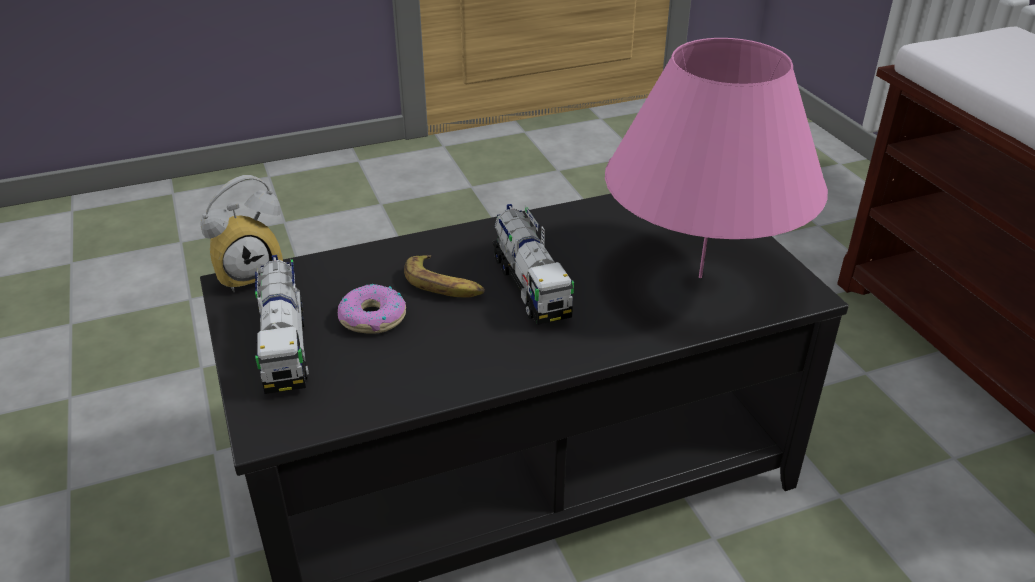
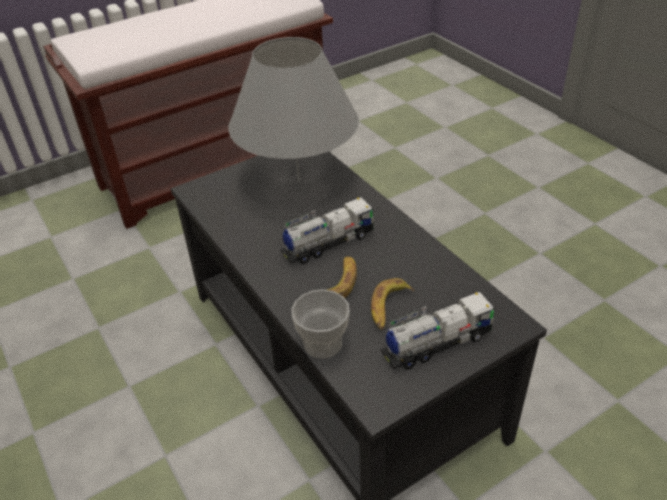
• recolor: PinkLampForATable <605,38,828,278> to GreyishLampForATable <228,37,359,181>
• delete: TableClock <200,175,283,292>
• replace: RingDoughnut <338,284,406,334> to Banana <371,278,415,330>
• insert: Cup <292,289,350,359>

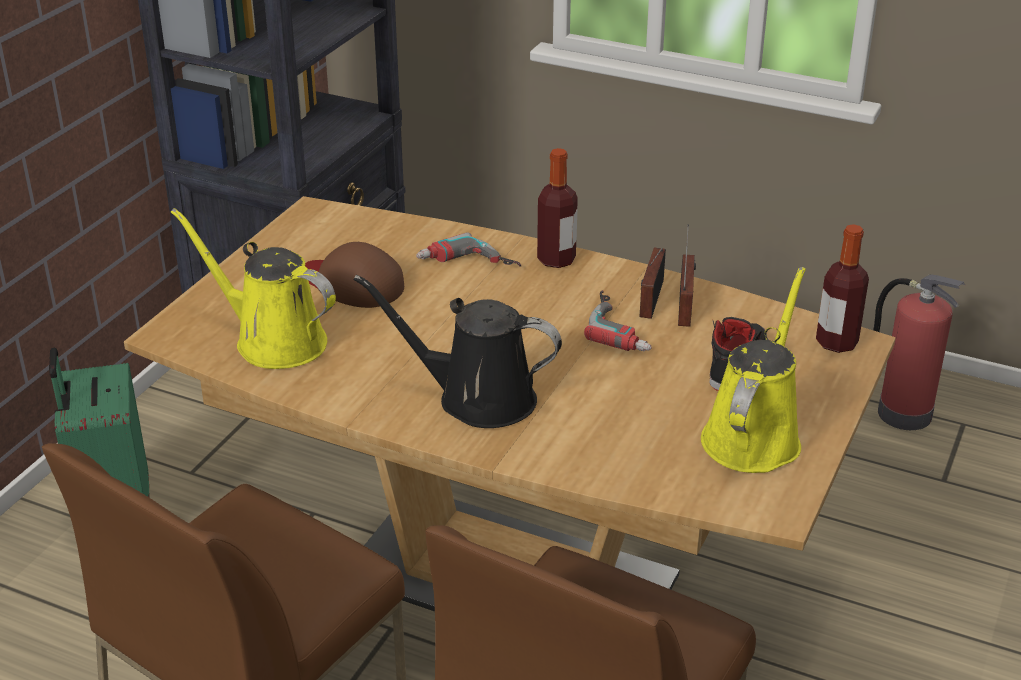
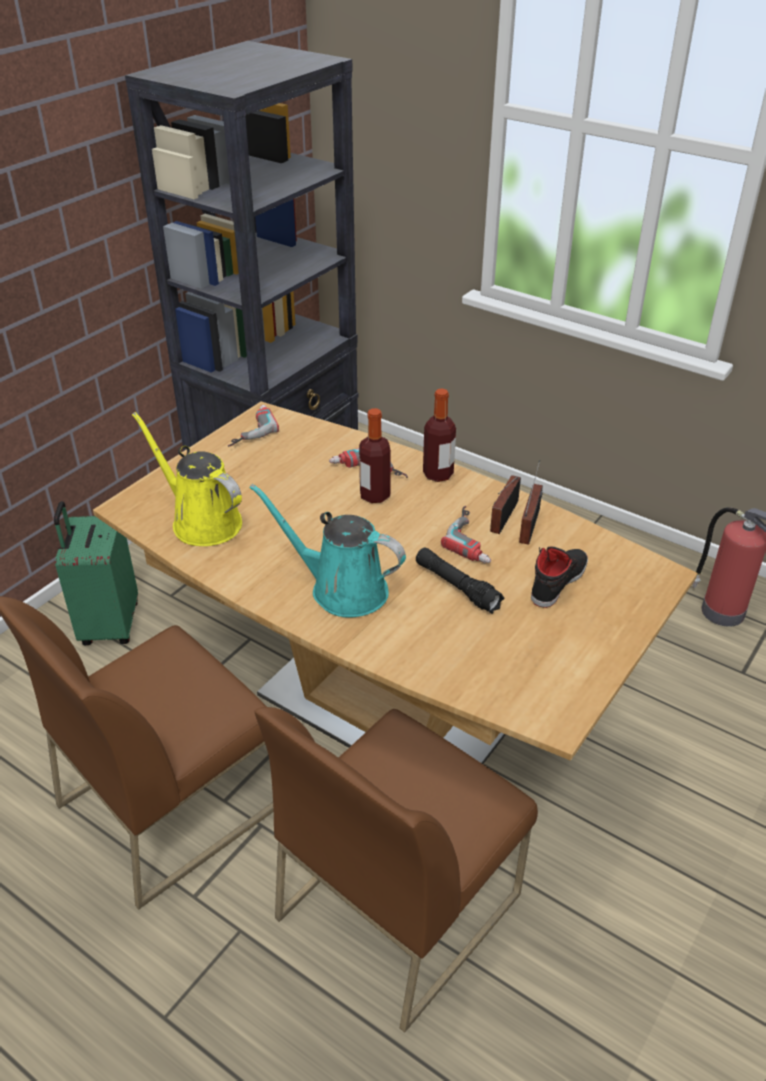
• move: BeverageBottle <816,224,869,353> to <359,408,391,503>
• delete: BrownColouredCap <305,242,404,308>
• delete: YellowColouredWateringCan <701,267,806,473>
• recolor: BlackColouredWateringCan <353,274,562,428> to TurquoiseWateringCan <250,484,406,617>
• insert: PowerDrill <228,405,279,447>
• insert: BlackColouredTorch <416,548,504,614>

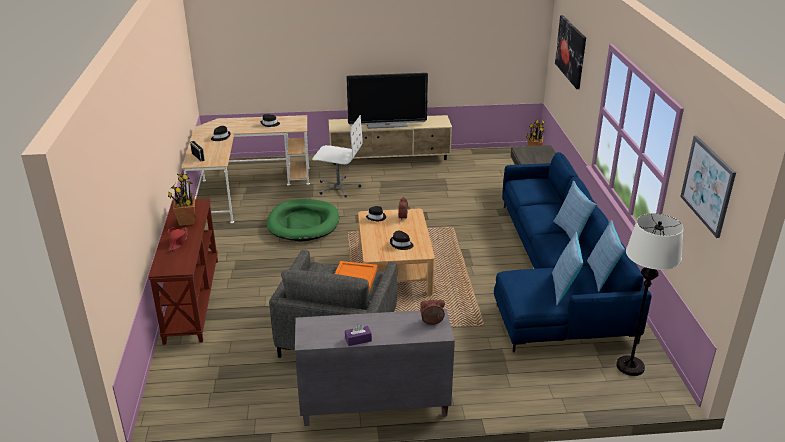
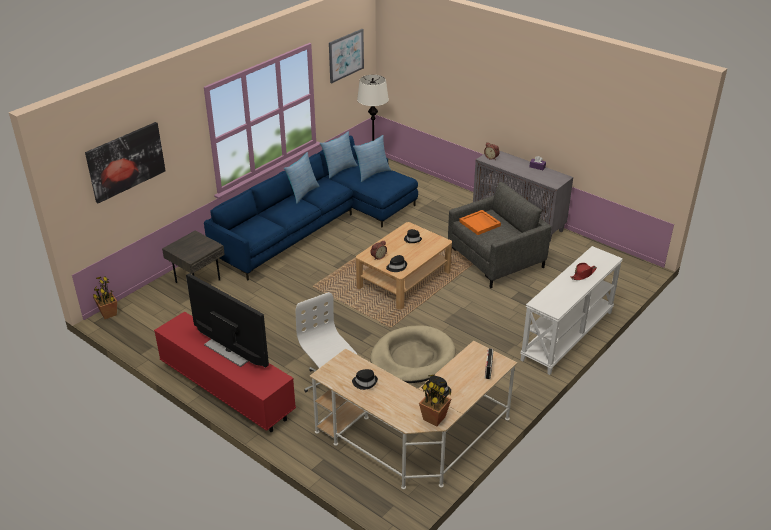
• recolor: SandColouredMediaConsole <329,115,452,165> to RedMediaConsole <154,311,296,432>
• move: Houseplant <168,174,195,226> to <419,374,451,427>
• recolor: BrownColouredNarrowTable <148,199,218,345> to WhitishNarrowTable <520,246,623,375>
• recolor: GreenColouredDogBed <266,199,339,242> to SandColouredDogBed <370,325,456,383>

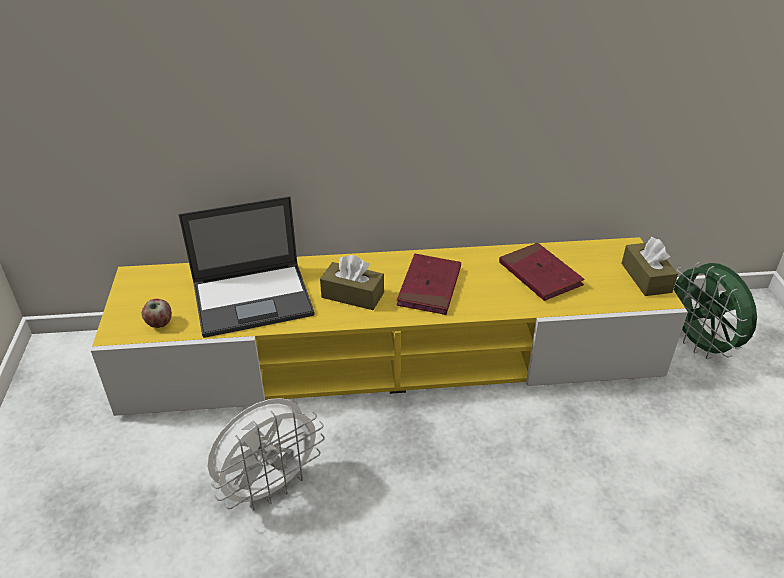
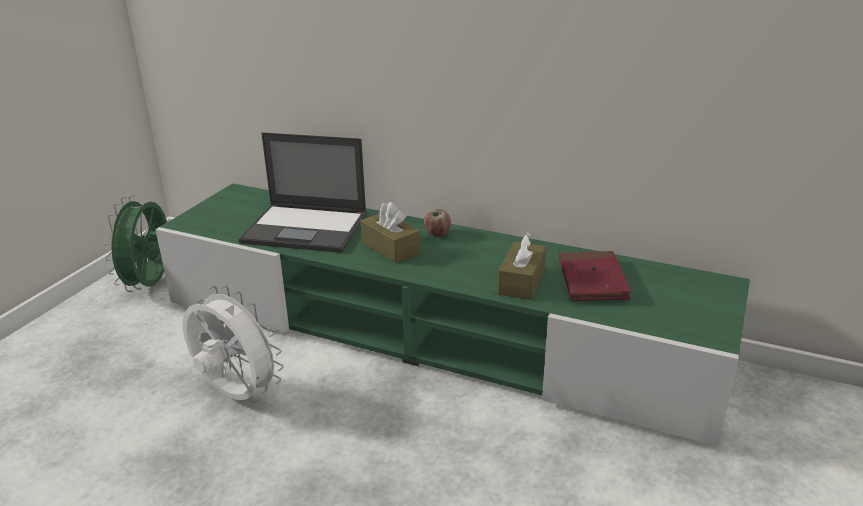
• recolor: YellowColouredMediaConsole <91,237,688,416> to GreenColouredMediaConsole <155,183,750,447>
• move: BrownColouredBoxOfTissues <621,237,678,296> to <498,233,546,300>
• delete: RedBoundBook <396,254,461,315>
• move: GreenColouredElectricFan <674,262,757,359> to <103,195,167,292>
• move: WholeApple <142,299,172,328> to <424,209,451,237>
• rotate: WhitishElectricFan <207,398,325,510> = <183,286,284,400> 135 degrees counterclockwise

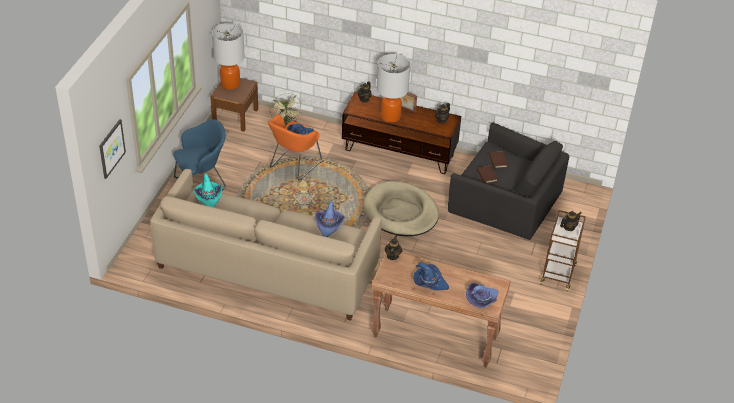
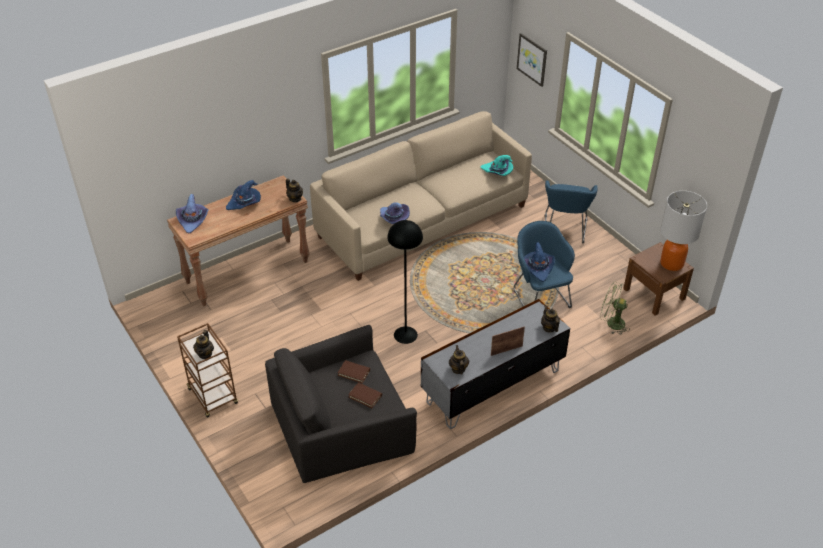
• delete: LampForATable <376,54,411,123>
• recolor: BrownColouredMediaConsole <342,92,461,174> to GreyishMediaConsole <421,299,570,429>
• recolor: OrangeyEasyChair <268,114,322,181> to BlueEasyChair <514,221,575,308>
• replace: SandColouredDogBed <363,181,439,236> to BlackColouredFloorLamp <387,220,423,344>

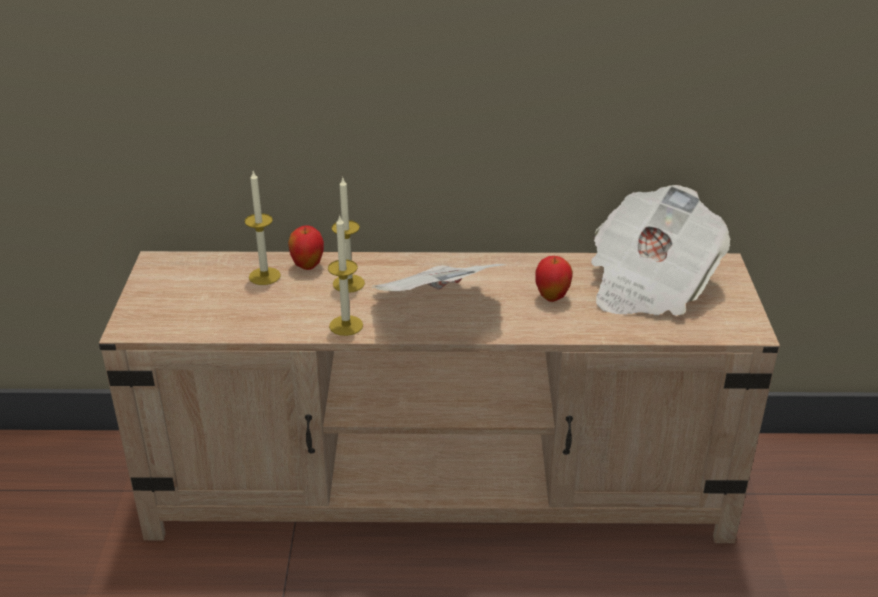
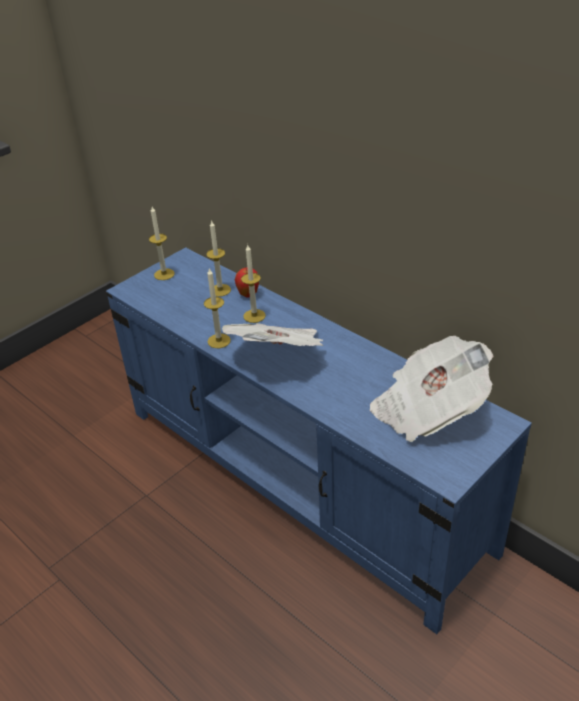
• recolor: SandColouredMediaConsole <99,251,780,543> to BlueMediaConsole <106,247,532,634>
• delete: WholeApple <535,256,573,302>
• insert: Candle <149,207,175,280>

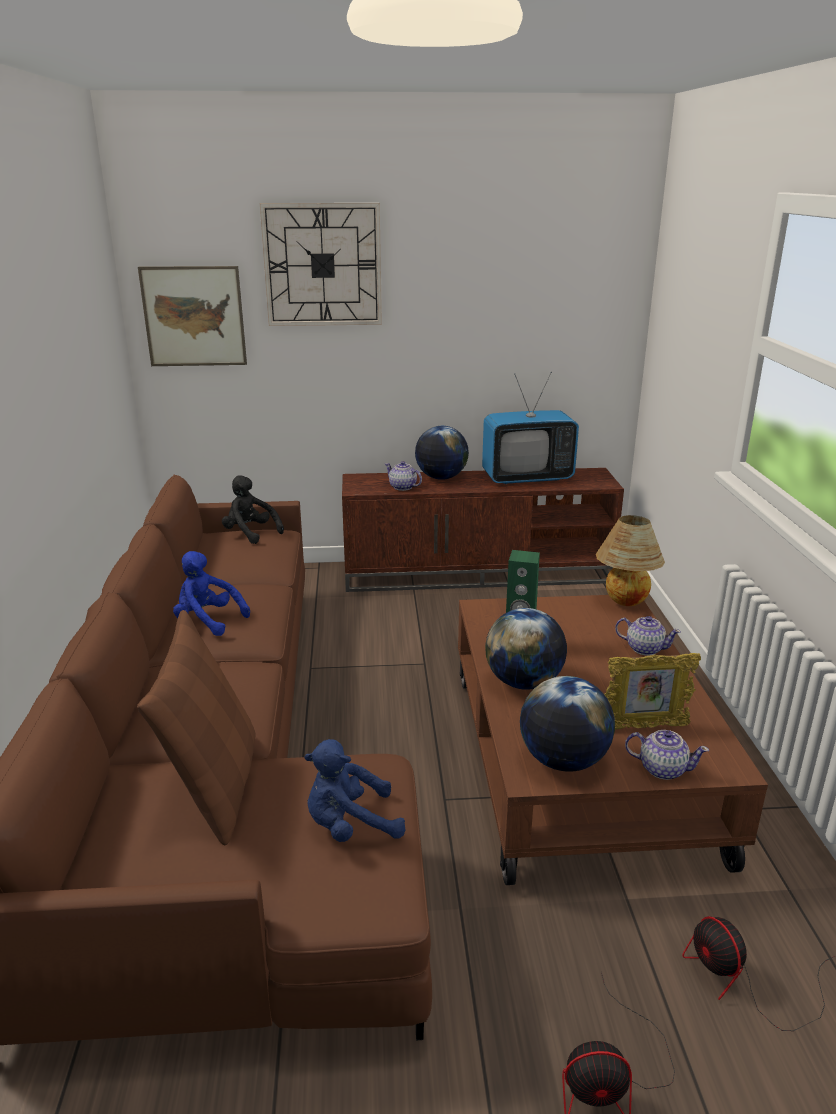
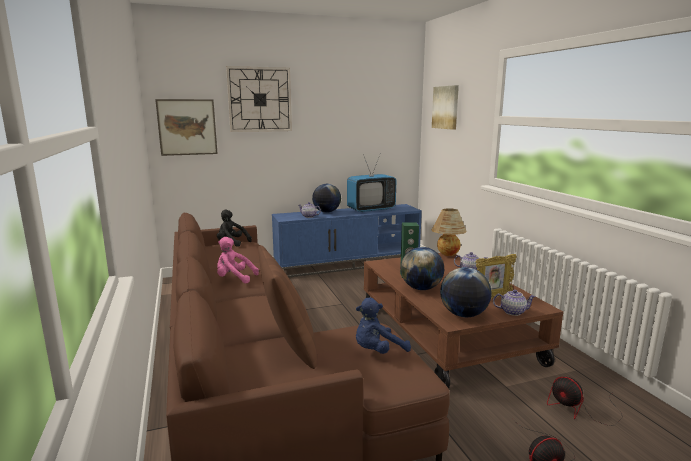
• recolor: BrownColouredMediaConsole <342,468,624,592> to BlueMediaConsole <272,204,422,278>
• recolor: BlueSoftToy <173,551,250,636> to PinkSoftToy <217,237,259,283>
• insert: WallPicture <432,85,459,130>

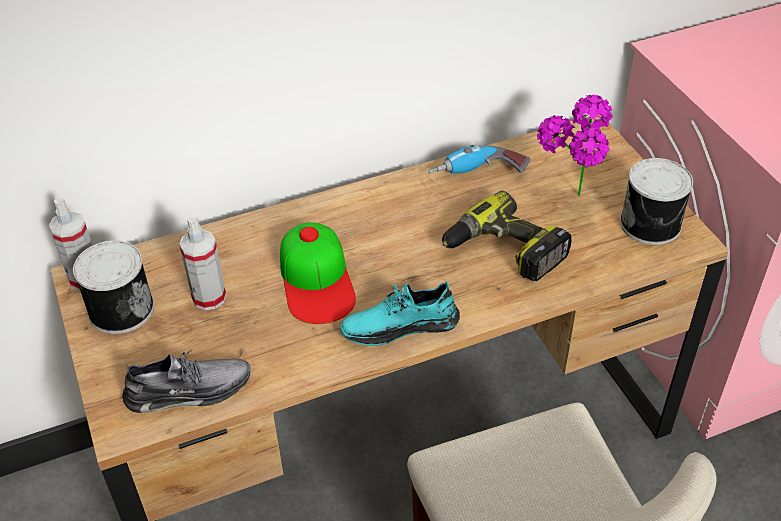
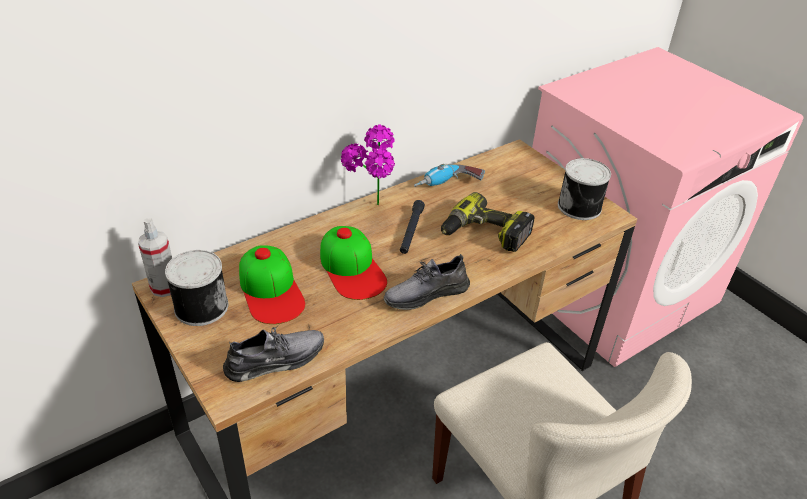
• move: Houseplant <537,95,613,196> to <341,125,395,205>
• replace: HandSprayer <179,216,226,310> to Cap <239,245,305,324>
• recolor: TurquoiseItemOfFootwear <340,281,460,346> to GreyishItemOfFootwear <384,254,470,310>
• insert: BlackColouredTorch <400,200,425,254>

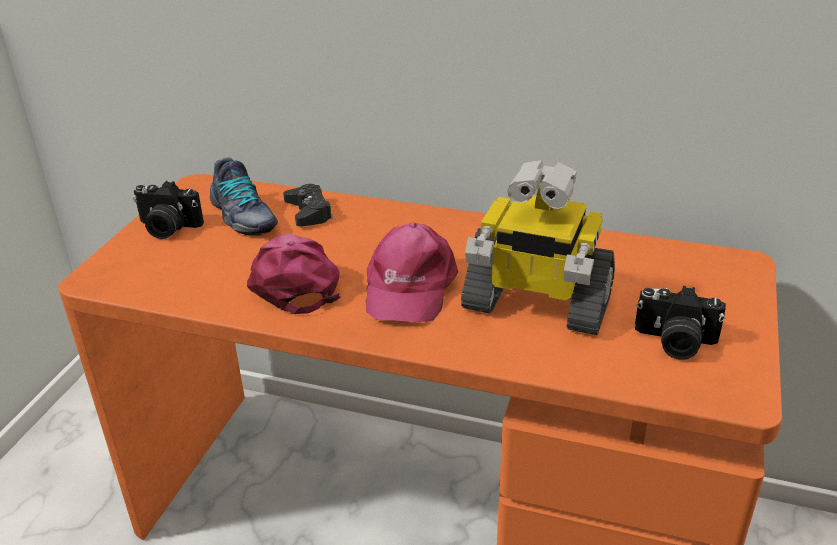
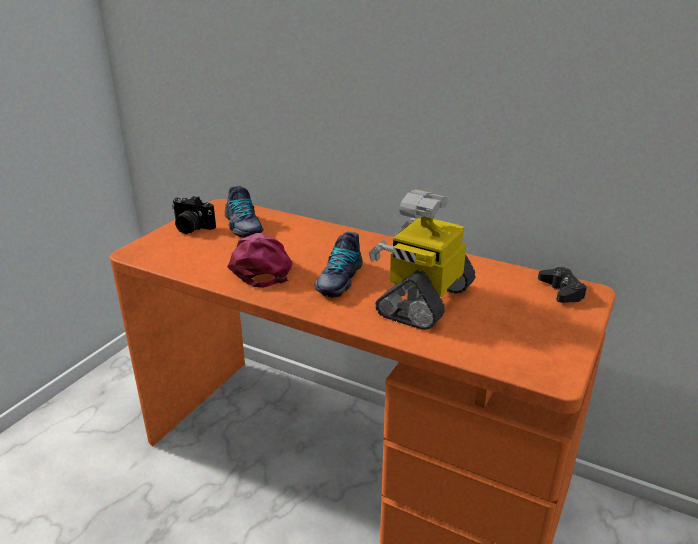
• rotate: ModelRobot <461,160,615,335> = <369,190,476,330> 90 degrees clockwise
• move: BlackColouredGameController <283,184,333,227> to <538,267,587,303>
• replace: PinkCap <366,223,458,322> to ItemOfFootwear <314,232,363,298>
• delete: PhotoCamera <635,286,726,360>

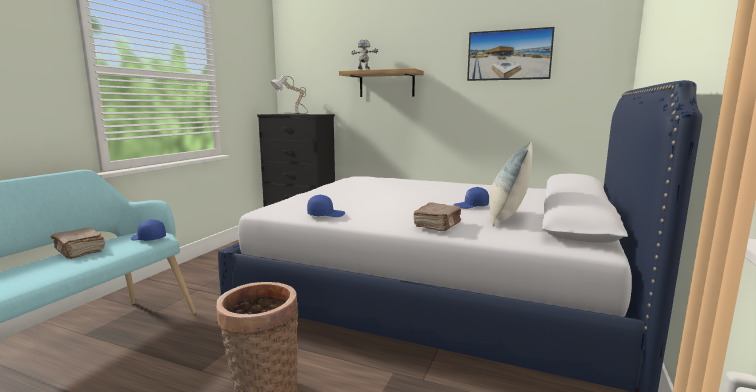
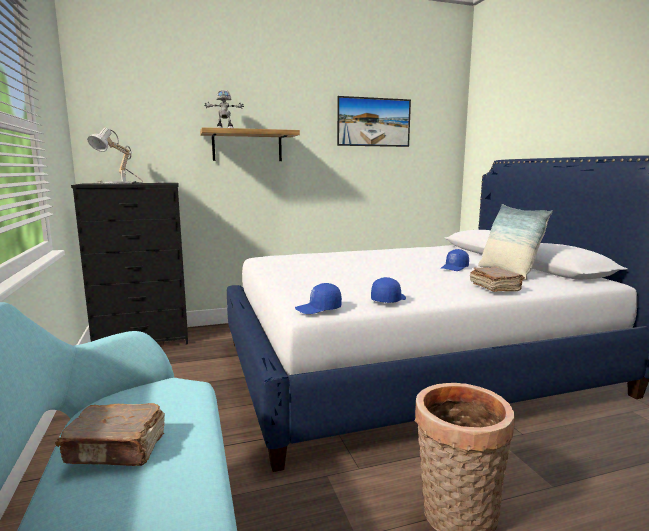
• move: BlueCap <131,219,166,241> to <295,283,342,314>

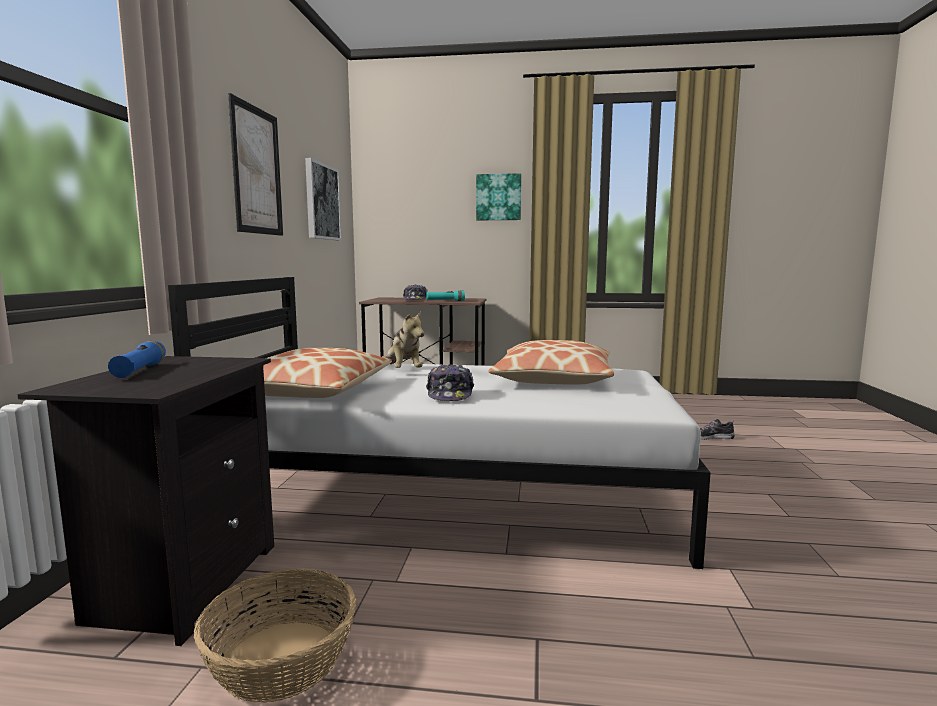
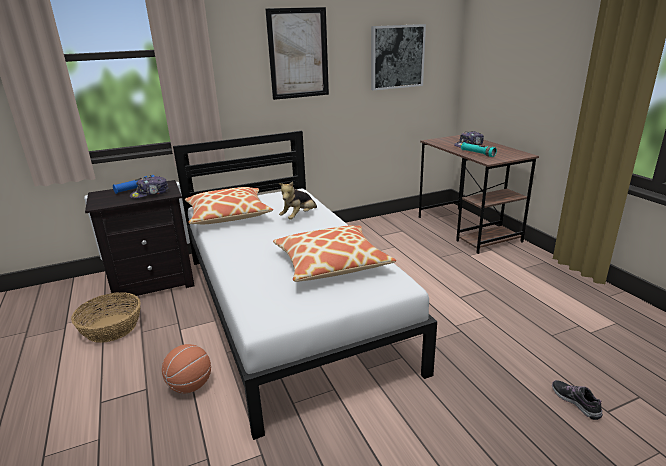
• delete: WallPicture <476,173,521,220>
• move: Cap <426,364,474,401> to <130,176,169,199>
• insert: BasketballBall <162,344,211,393>

